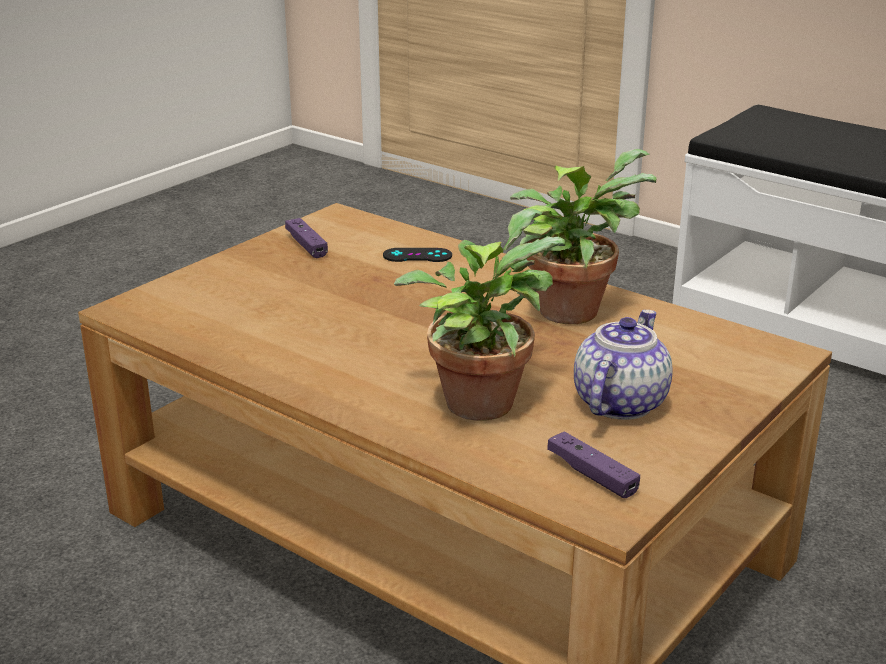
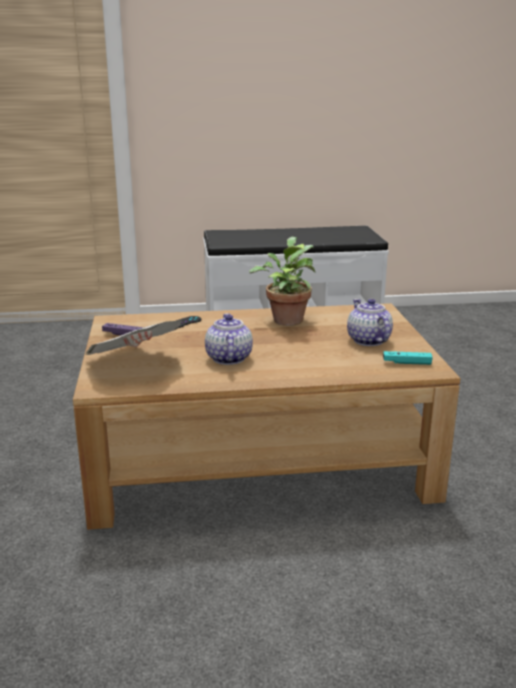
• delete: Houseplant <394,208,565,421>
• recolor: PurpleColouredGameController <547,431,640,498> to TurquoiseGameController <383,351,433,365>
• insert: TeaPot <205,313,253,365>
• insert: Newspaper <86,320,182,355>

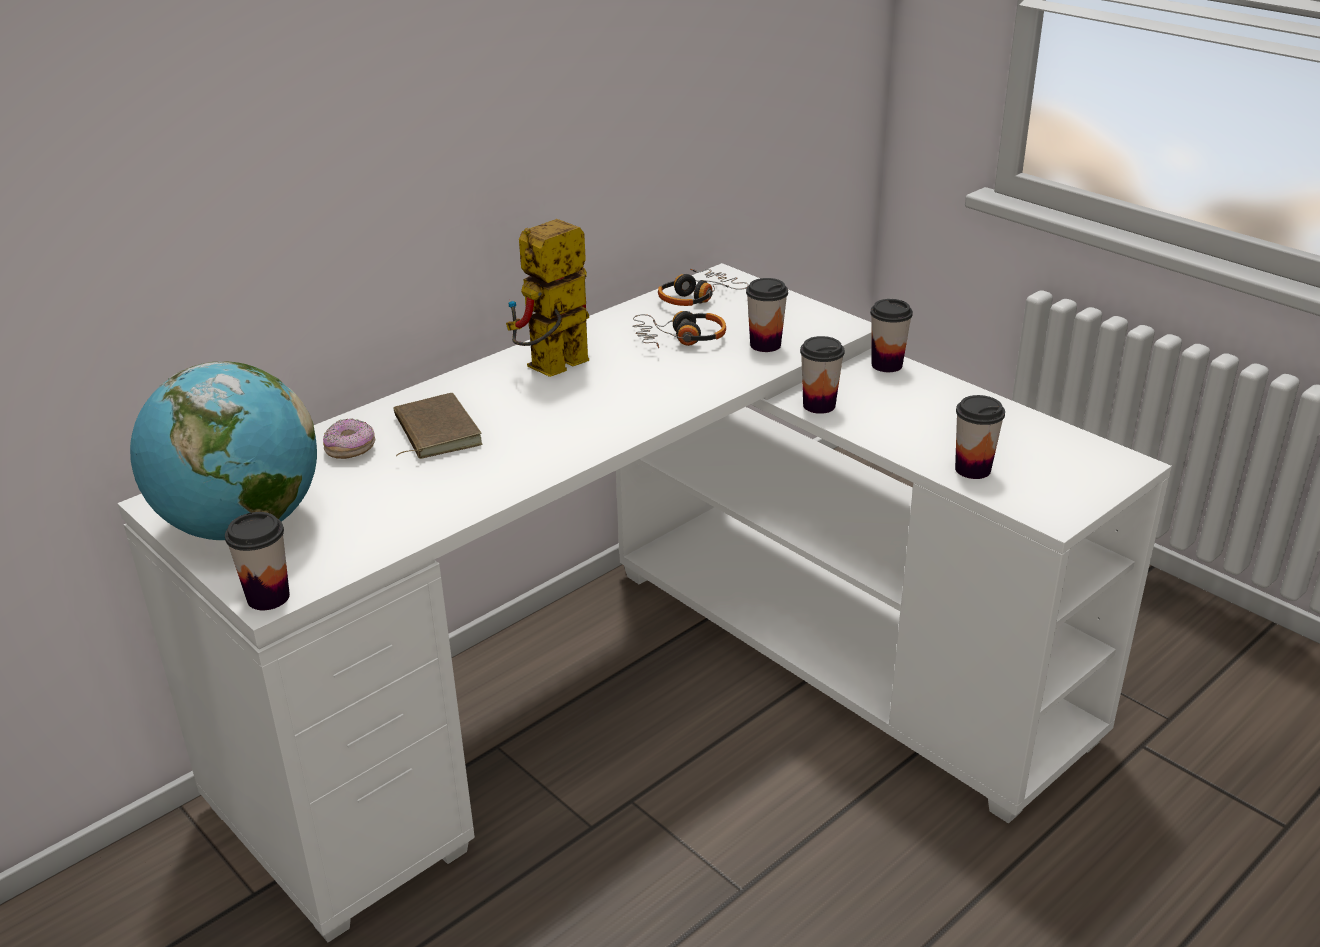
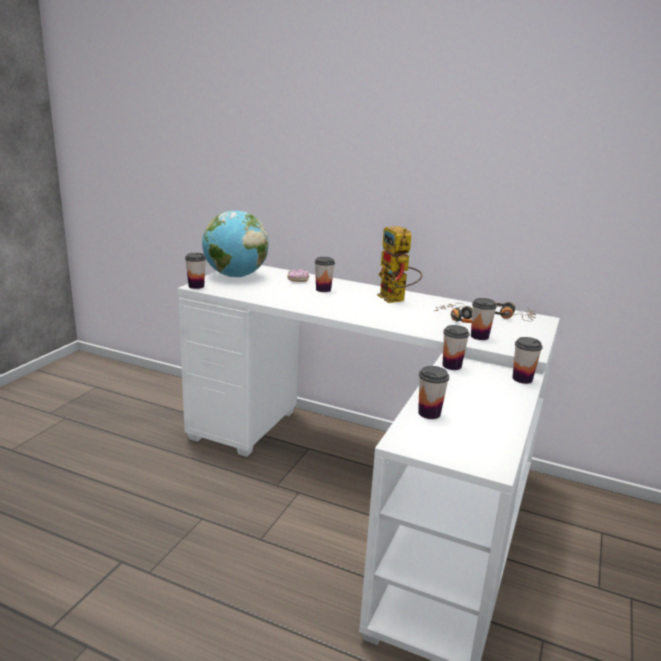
• rotate: ModelRobot <506,219,589,377> = <377,226,422,303> 135 degrees counterclockwise
• replace: BrownColouredBoundBook <394,393,482,459> to Cup <315,257,335,292>

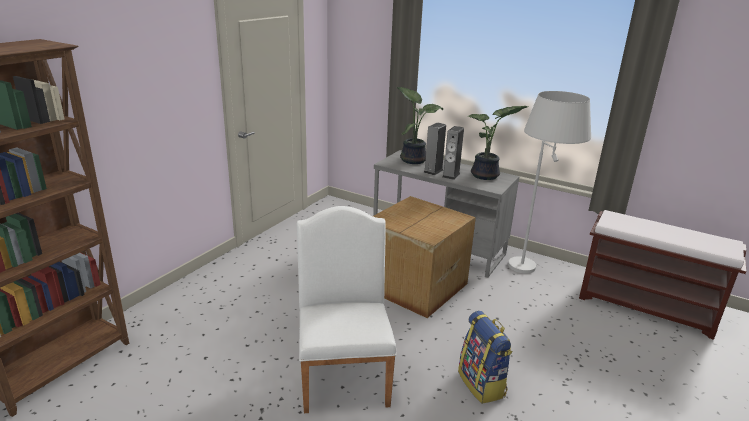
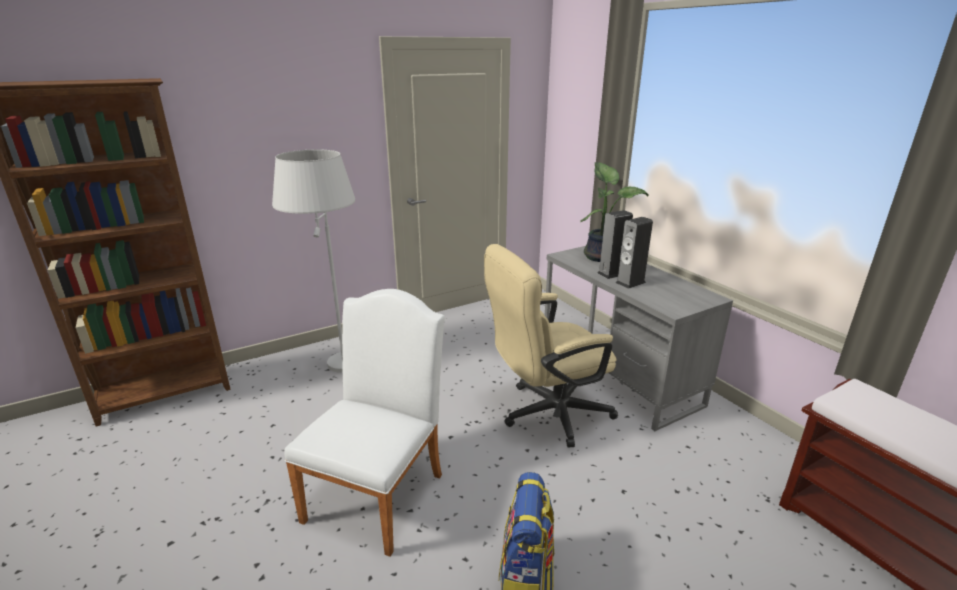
• move: WhitishFloorLamp <508,91,591,274> to <272,149,355,372>
• delete: Houseplant <468,106,528,180>
• replace: PackingBox <373,196,476,318> to SandColouredOfficeChair <484,244,618,448>

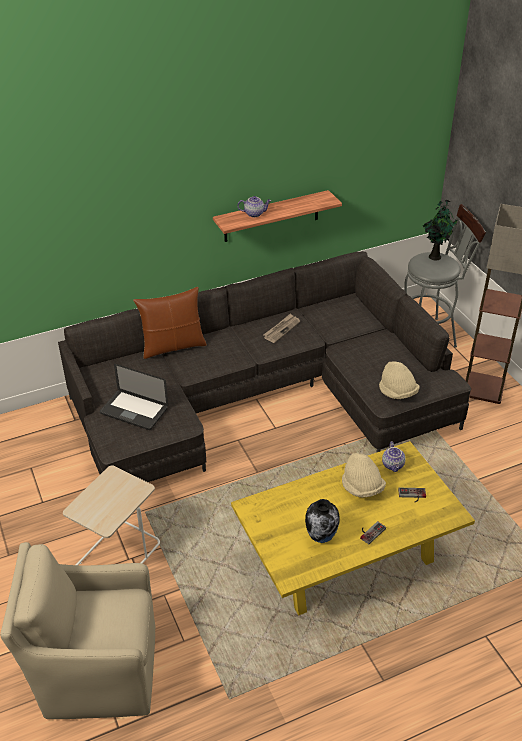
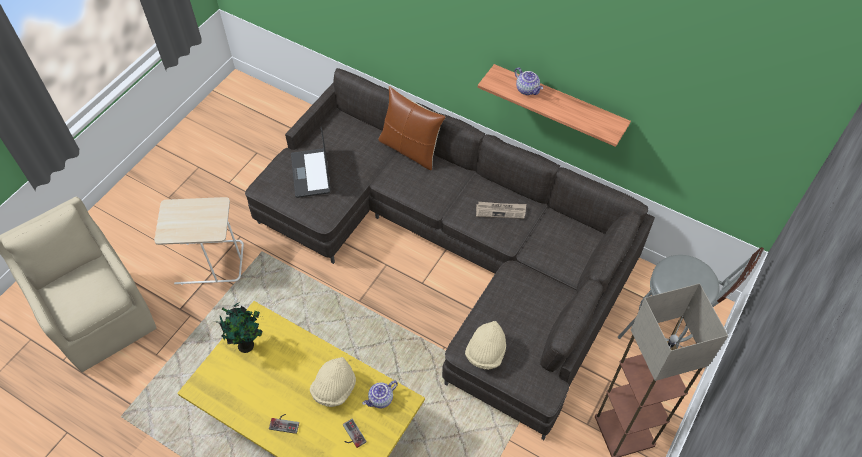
• move: Houseplant <423,200,458,261> to <212,302,263,353>
• delete: FlowerVase <305,499,340,543>

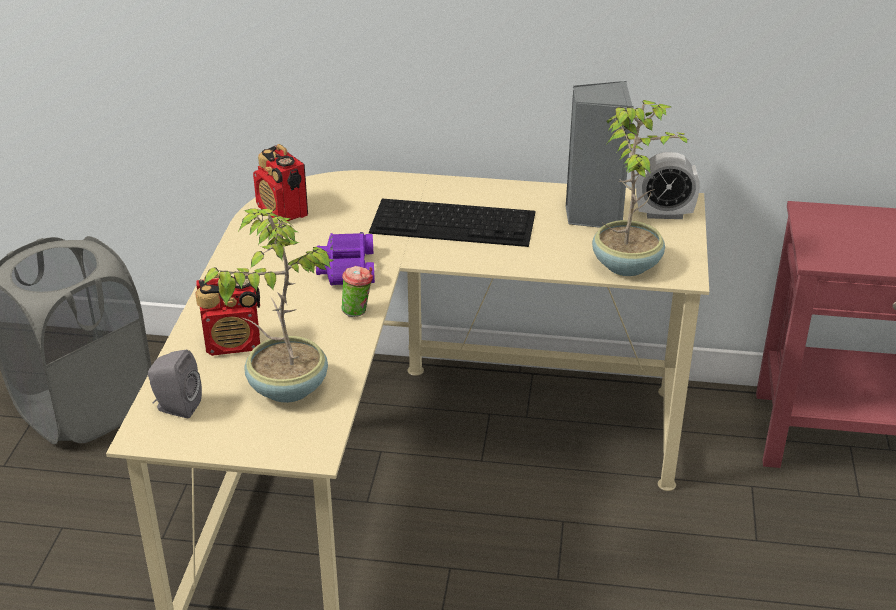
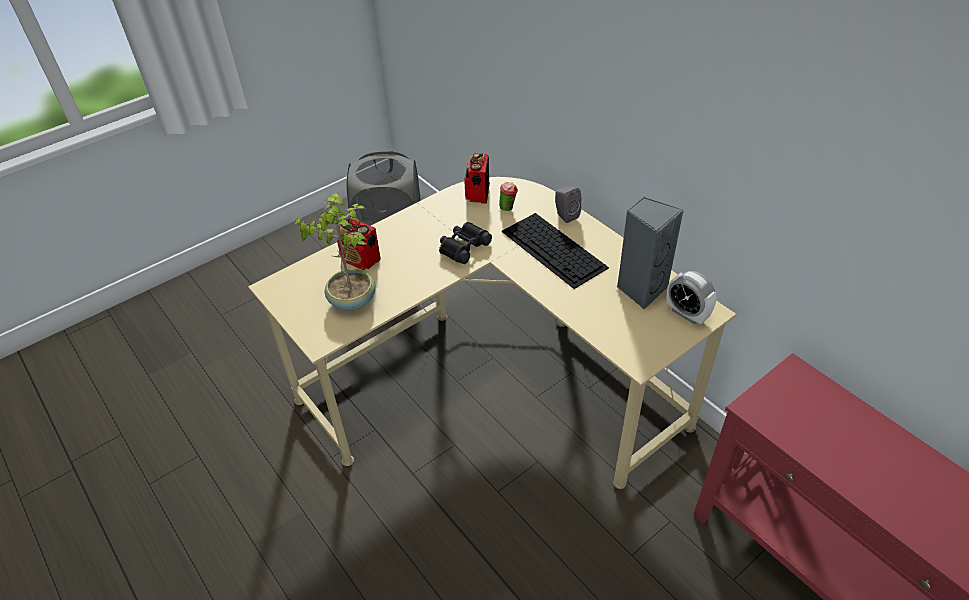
• delete: Houseplant <592,100,687,276>
• recolor: PurpleColouredBinoculars <316,232,375,286> to BlackColouredBinoculars <439,222,492,264>
• move: Cup <342,266,373,317> to <499,182,518,211>
• move: GreyishAudioSpeaker <148,350,202,418> to <555,186,581,223>

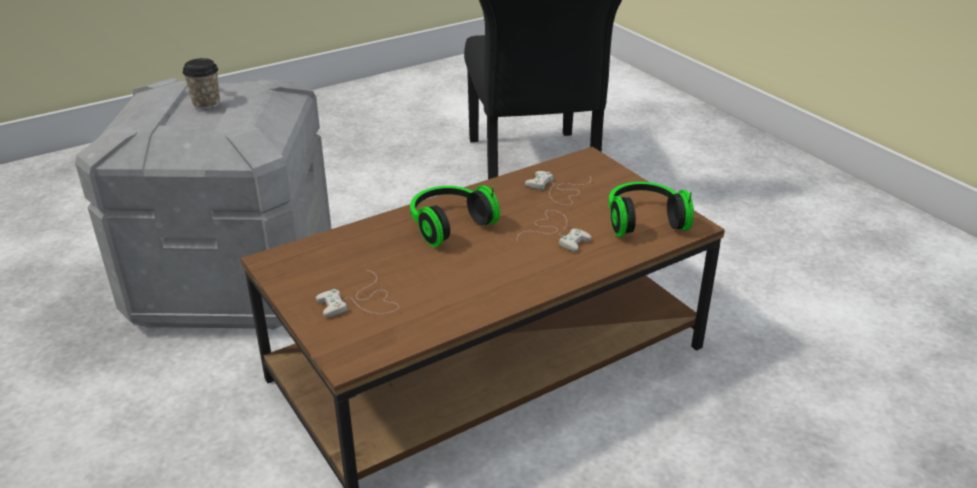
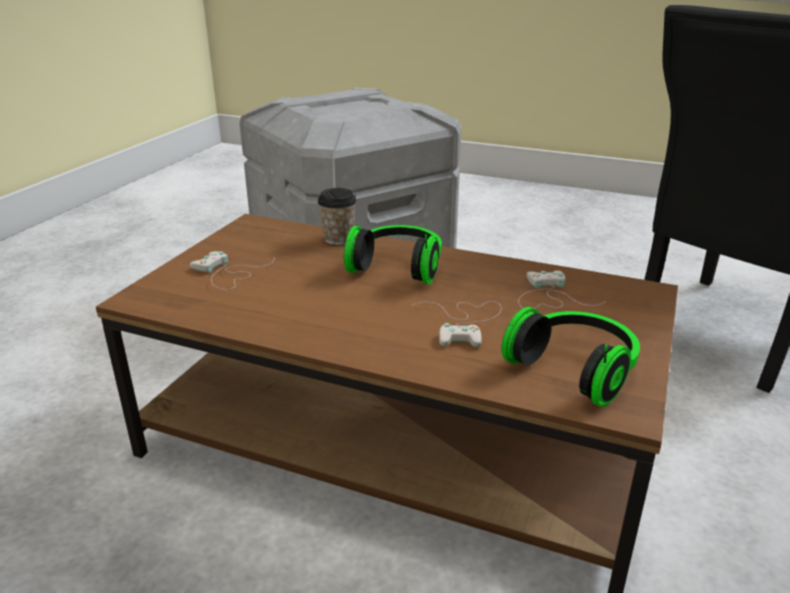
• move: Cup <183,58,220,110> to <318,188,357,245>

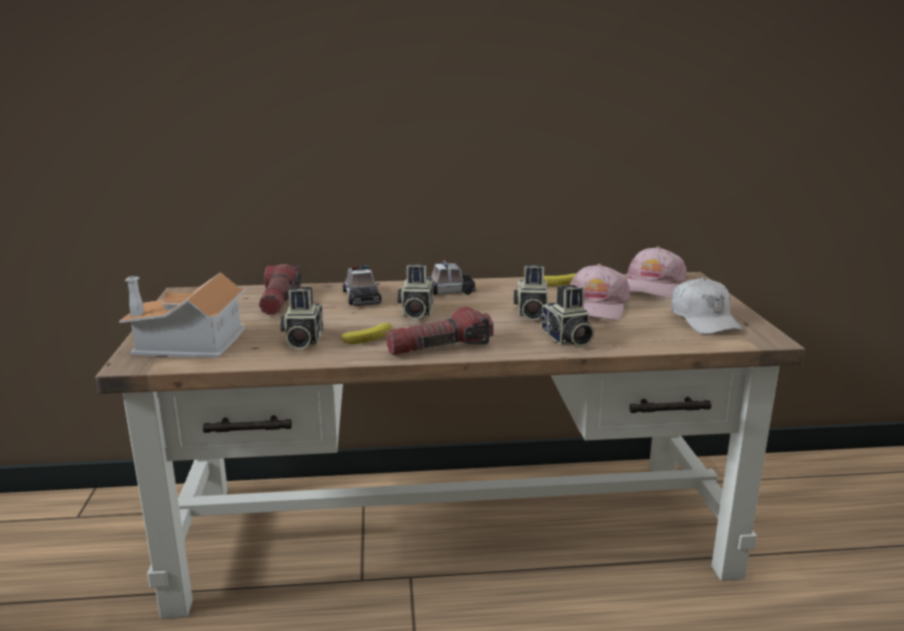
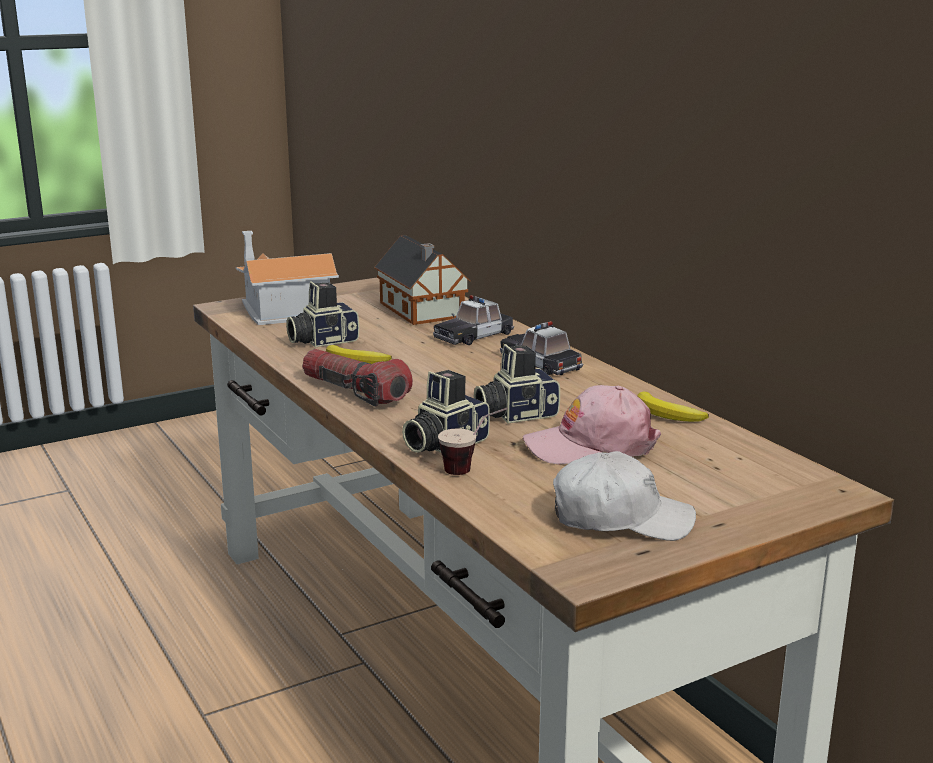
• delete: PinkCap <626,246,687,298>
• delete: PhotoCamera <397,263,434,319>
• replace: Torch <259,264,302,315> to ToyHouse <374,235,471,325>
• rotate: WhitishCap <671,278,744,334> = <553,451,696,541> 135 degrees counterclockwise
• insert: Cup <438,408,508,475>

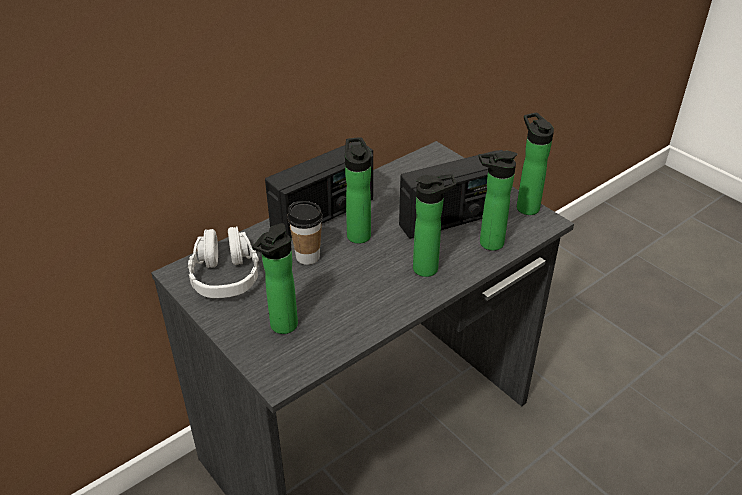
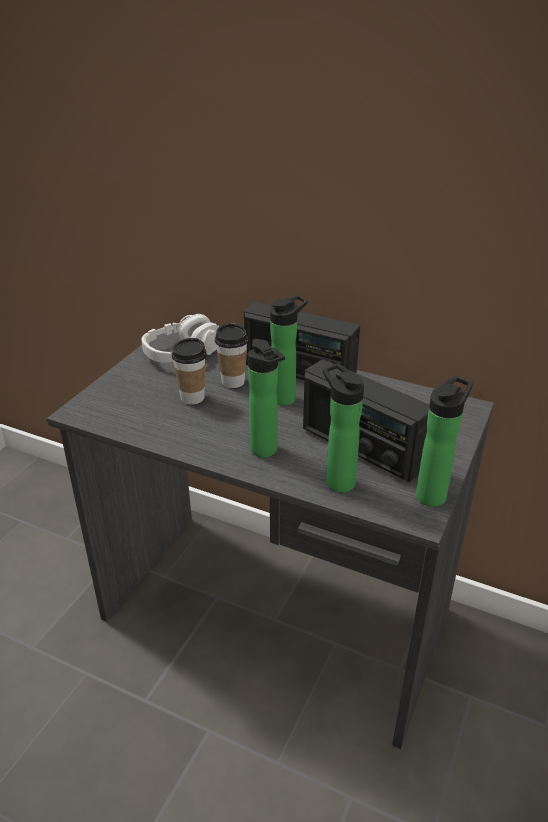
• delete: BeverageBottle <252,223,298,334>
• insert: Cup <172,338,207,405>

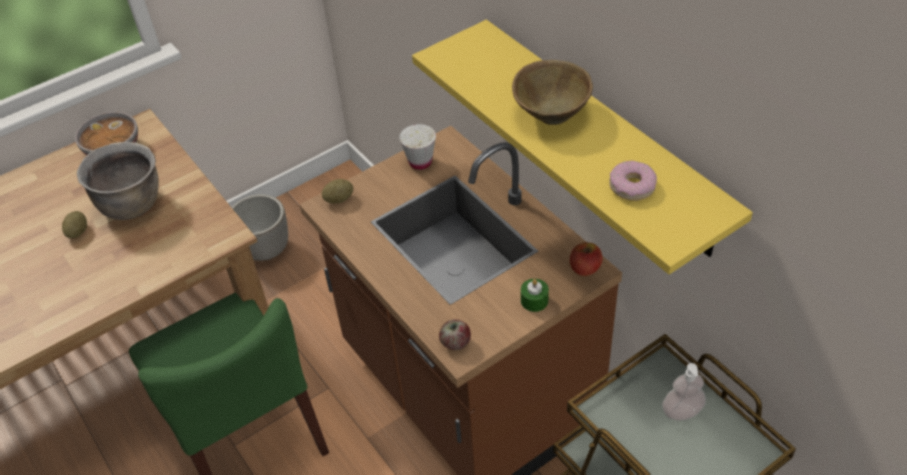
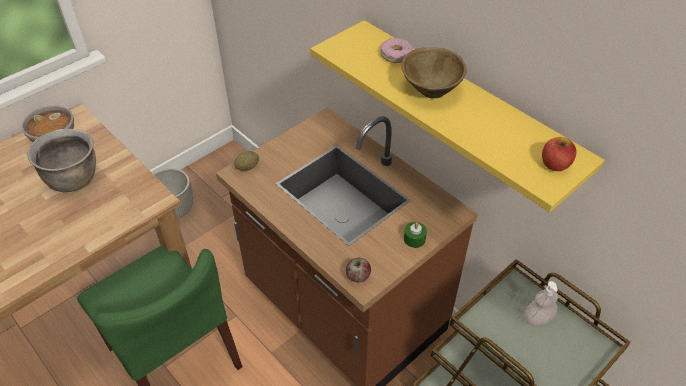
• delete: WhitishCup <399,124,436,170>
• move: RingDoughnut <609,161,657,201> to <380,38,413,63>
• delete: Spud <62,211,87,238>
• move: WholeApple <570,242,603,276> to <542,137,577,171>

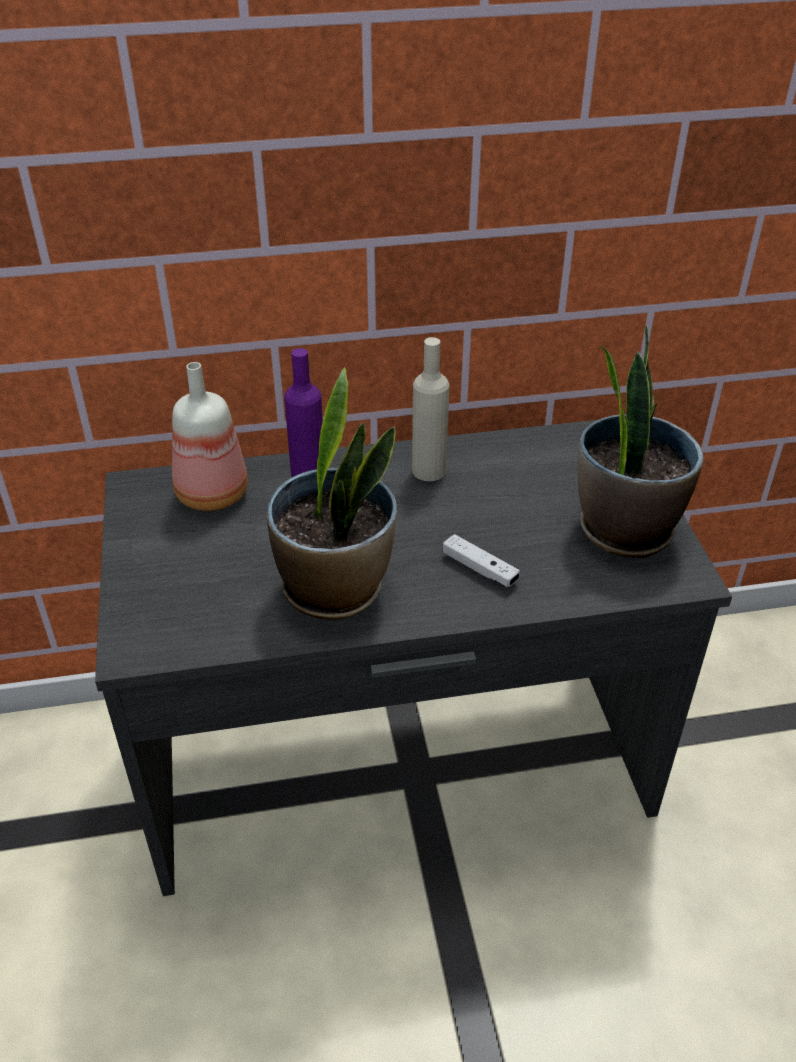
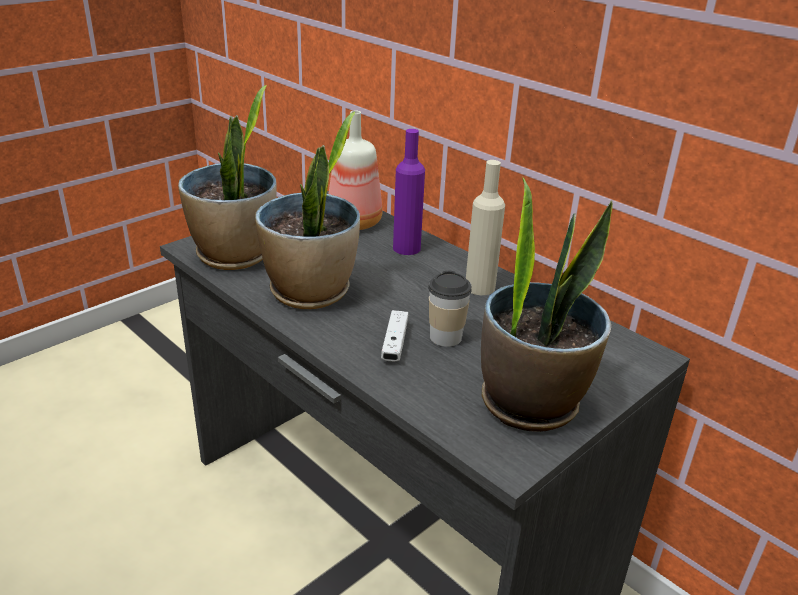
• insert: Houseplant <178,85,277,270>
• insert: Cup <428,271,472,347>

